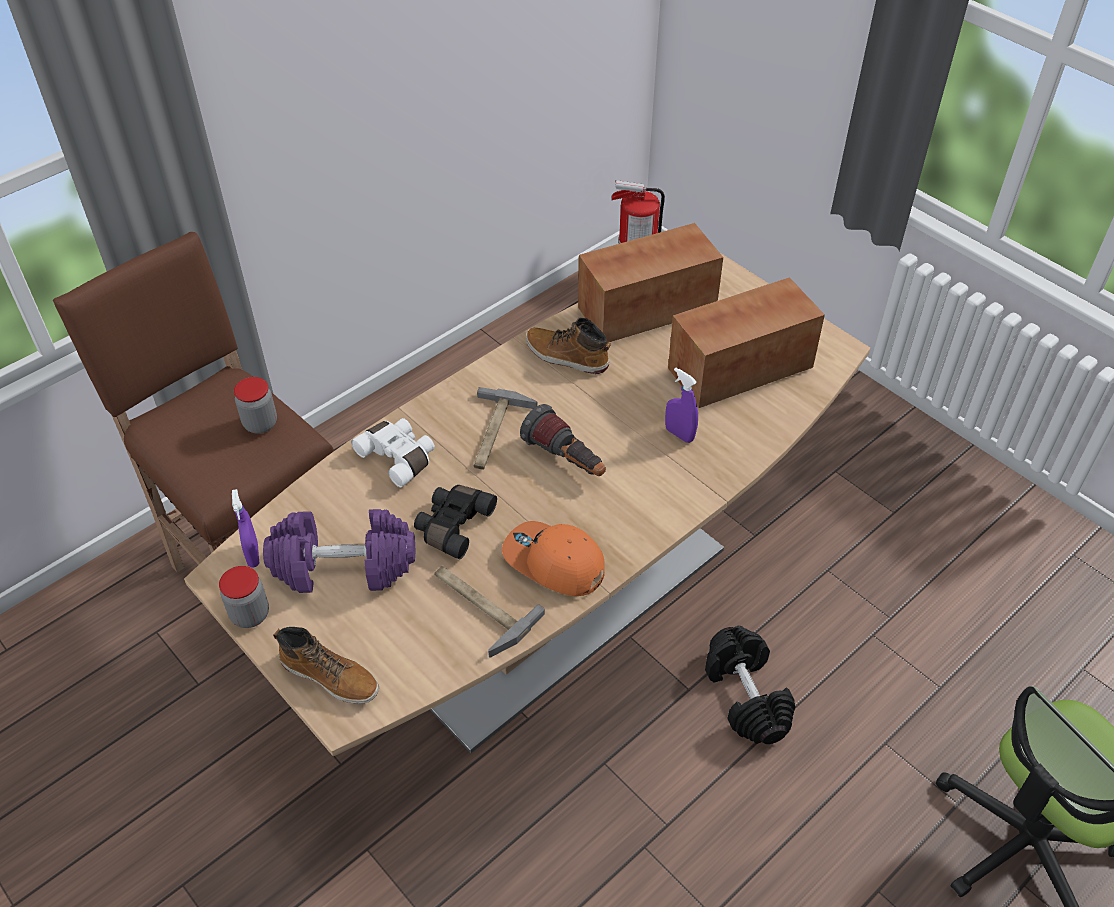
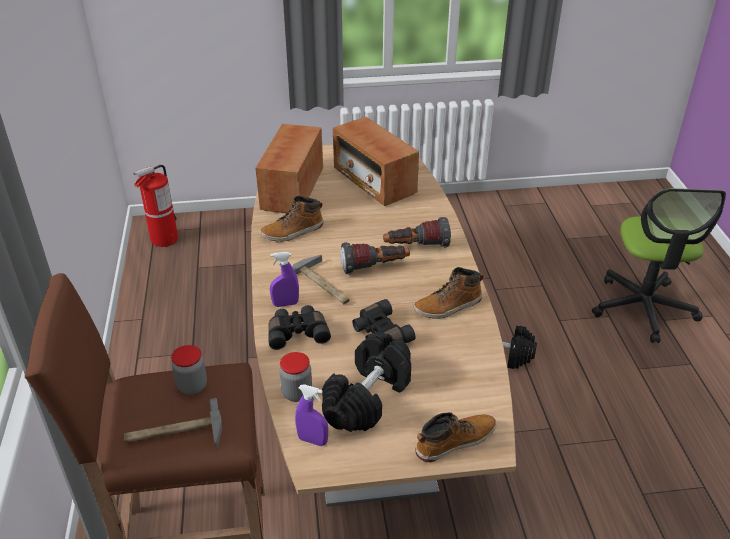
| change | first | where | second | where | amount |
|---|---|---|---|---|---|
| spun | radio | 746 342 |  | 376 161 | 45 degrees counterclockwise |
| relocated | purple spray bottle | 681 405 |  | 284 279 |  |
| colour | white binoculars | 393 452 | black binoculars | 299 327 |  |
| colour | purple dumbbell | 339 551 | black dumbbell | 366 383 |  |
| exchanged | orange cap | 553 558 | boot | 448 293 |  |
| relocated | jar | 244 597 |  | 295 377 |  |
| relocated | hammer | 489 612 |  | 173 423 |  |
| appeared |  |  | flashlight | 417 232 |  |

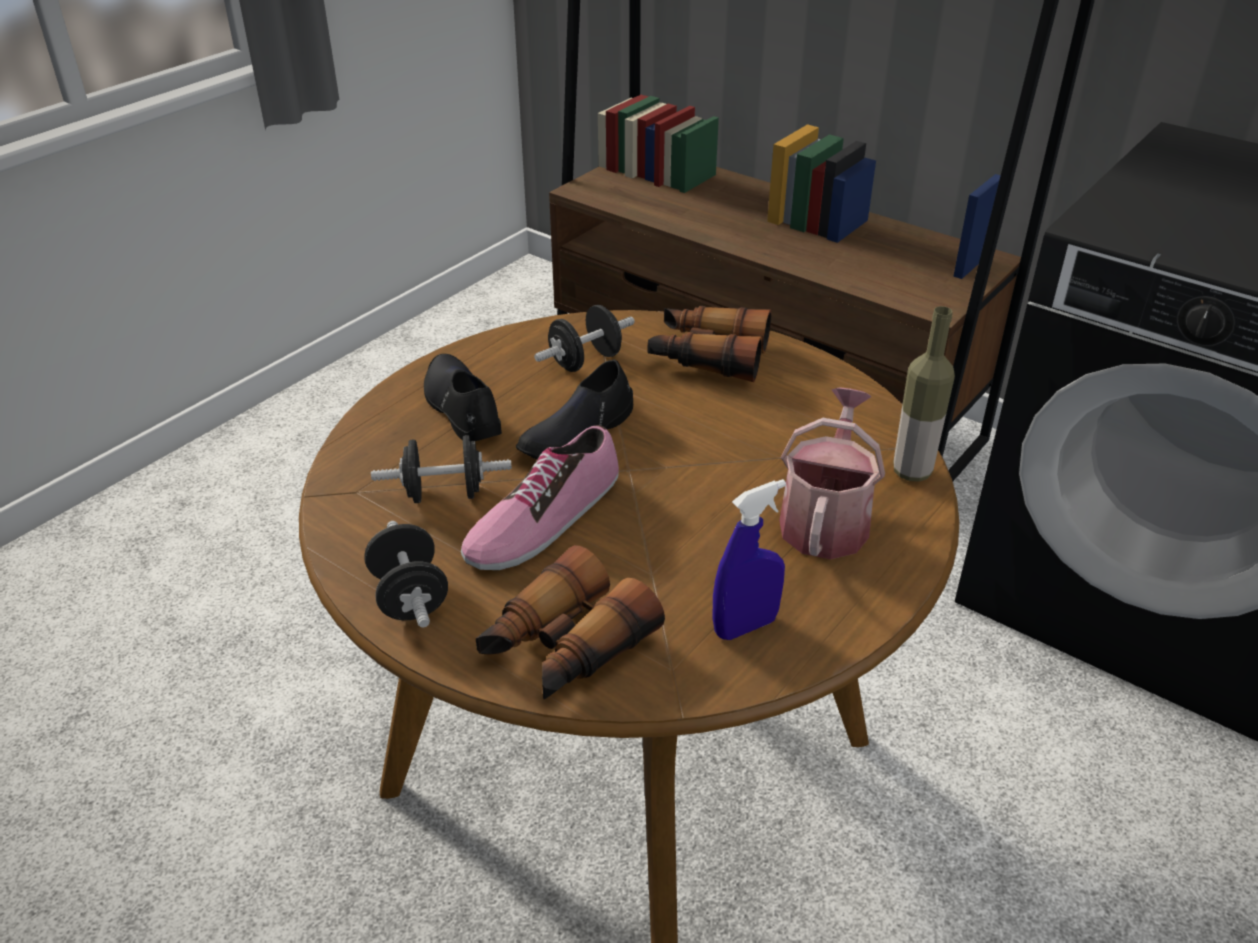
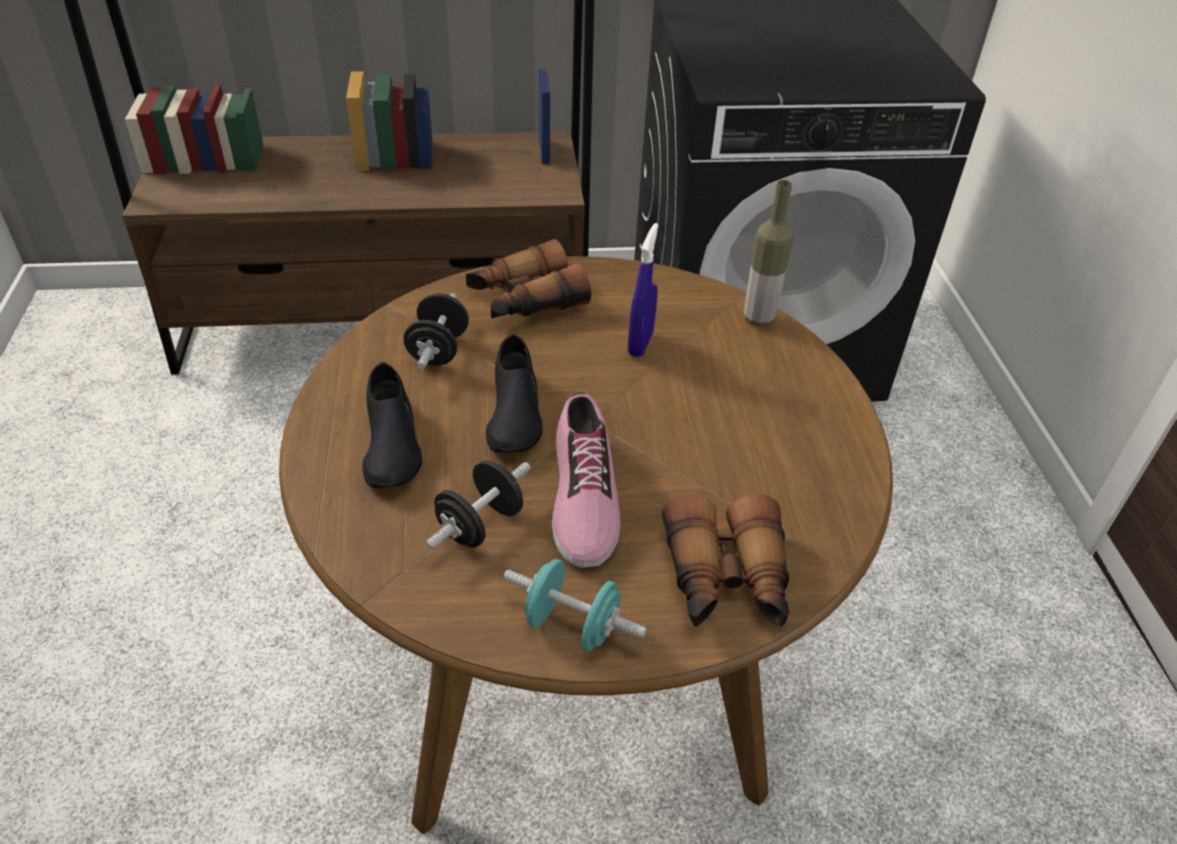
| change | first | where | second | where | amount |
|---|---|---|---|---|---|
| spun | black shoe | 463 398 |  | 392 425 | 120 degrees counterclockwise |
| missing | watering can | 832 473 |  |  |  |
| relocated | blue spray bottle | 749 559 |  | 643 290 |  |
| colour | black dumbbell | 406 574 | turquoise dumbbell | 575 605 |  |

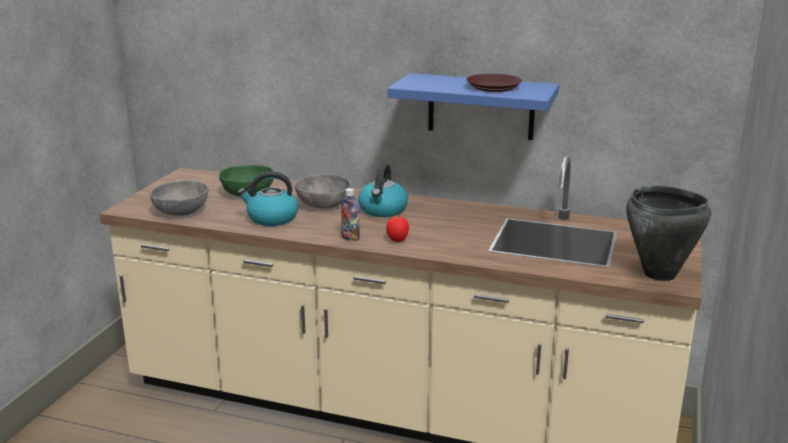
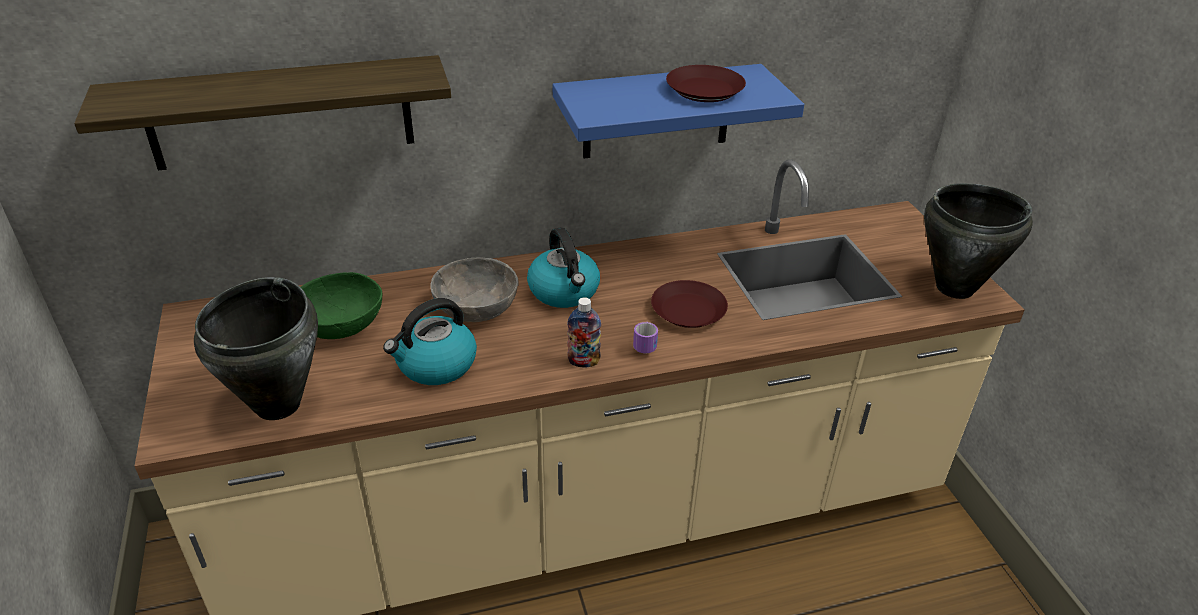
| change | first | where | second | where | amount |
|---|---|---|---|---|---|
| exchanged | grey bowl | 179 198 | black cooking pot | 256 348 |  |
| exchanged | tomato | 397 229 | mug | 645 337 |  |
| appeared |  |  | shelf | 262 112 |  |
| appeared |  |  | brown plate | 689 304 |  |

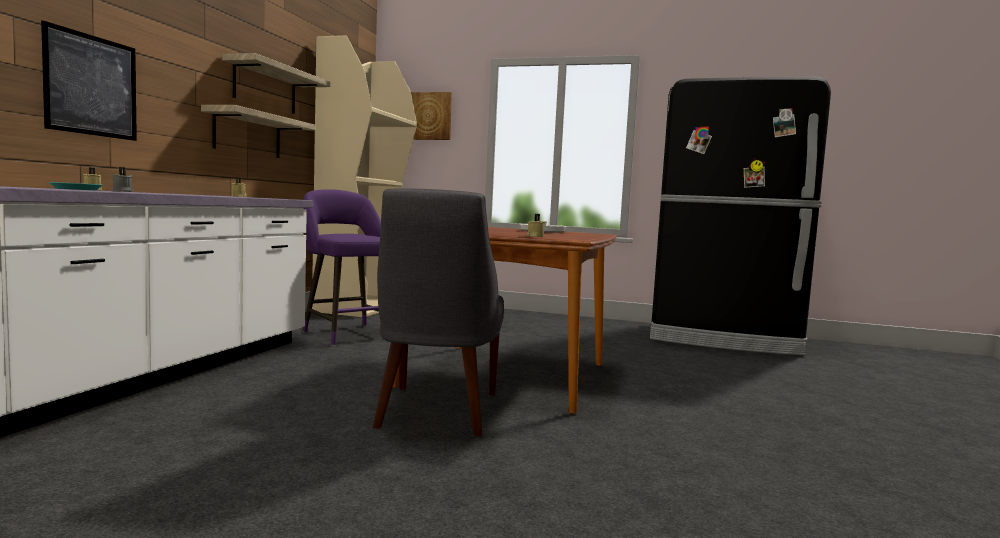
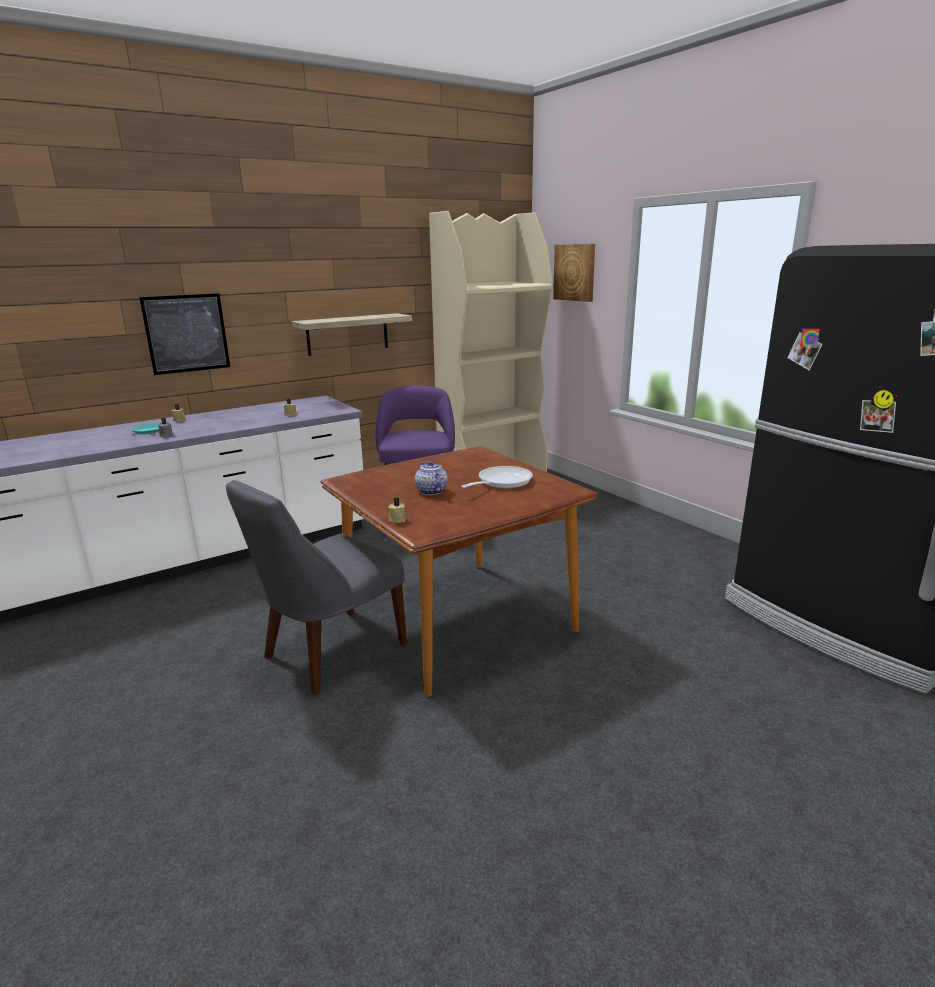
| change | first | where | second | where | amount |
|---|---|---|---|---|---|
| missing | shelf | 276 83 |  |  |  |
| appeared |  |  | teapot | 431 478 |  |

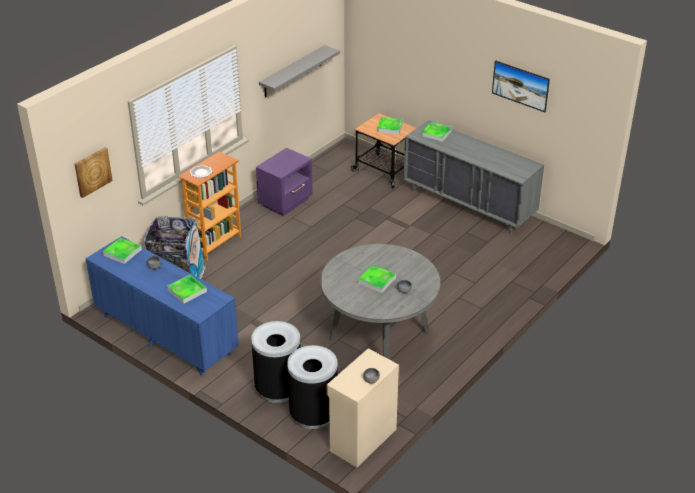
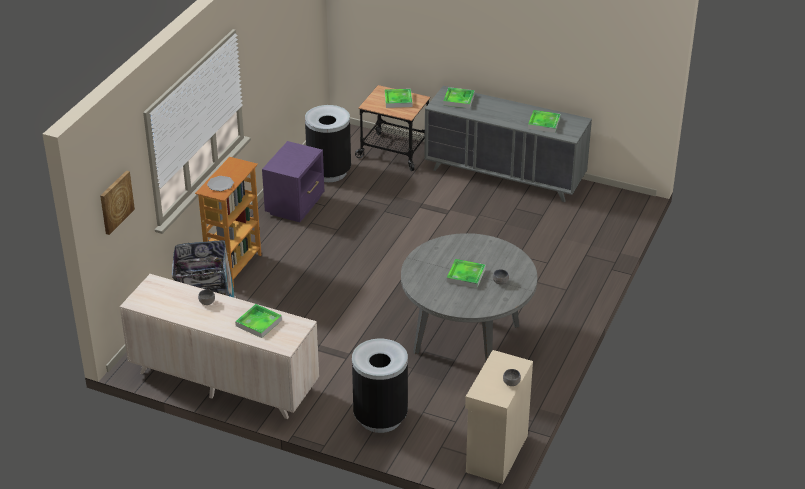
| change | first | where | second | where | amount |
|---|---|---|---|---|---|
| missing | grey shelf | 299 71 |  |  |  |
| missing | picture | 521 86 |  |  |  |
| colour | blue dresser | 162 306 | beige dresser | 219 346 |  |
| relocated | tray | 122 250 |  | 544 121 |  |
| relocated | black trash can | 312 387 |  | 328 143 |  |

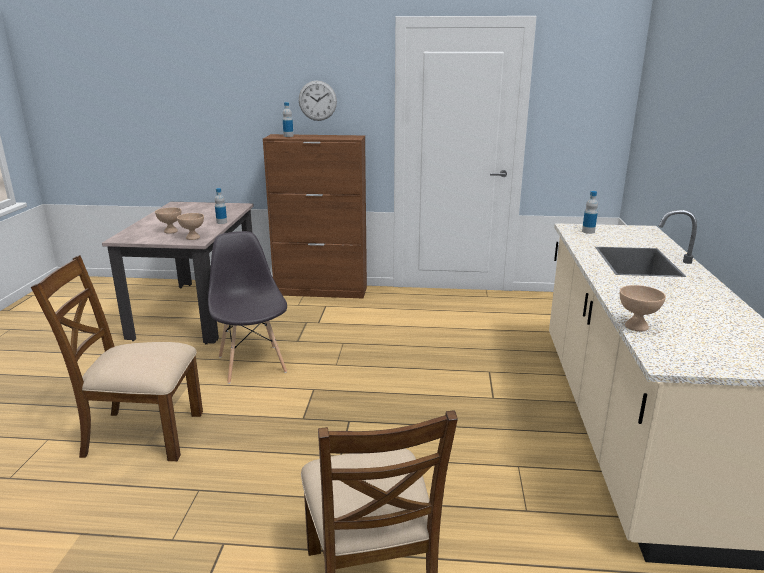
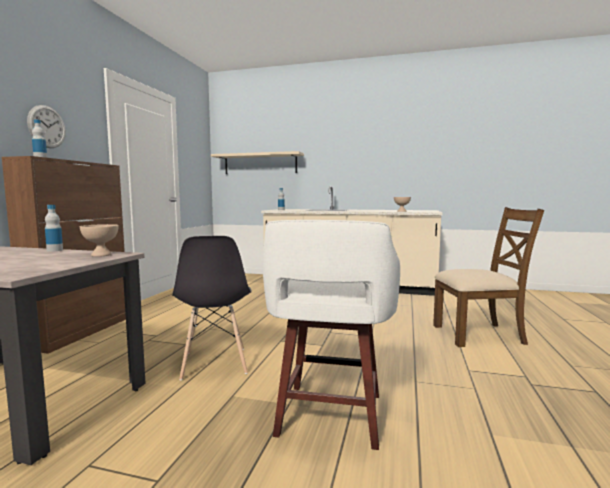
| change | first | where | second | where | amount |
|---|---|---|---|---|---|
| missing | beige bowl | 168 221 |  |  |  |
| spun | grey chair | 247 307 |  | 212 308 | 90 degrees counterclockwise |
| exchanged | brown chair | 117 358 | white stool | 331 335 |  |
| appeared |  |  | beige shelf | 257 162 |  |

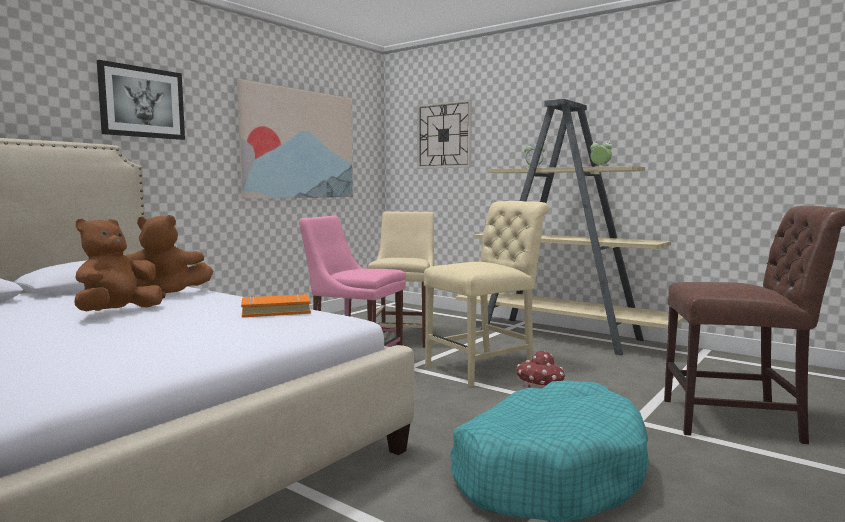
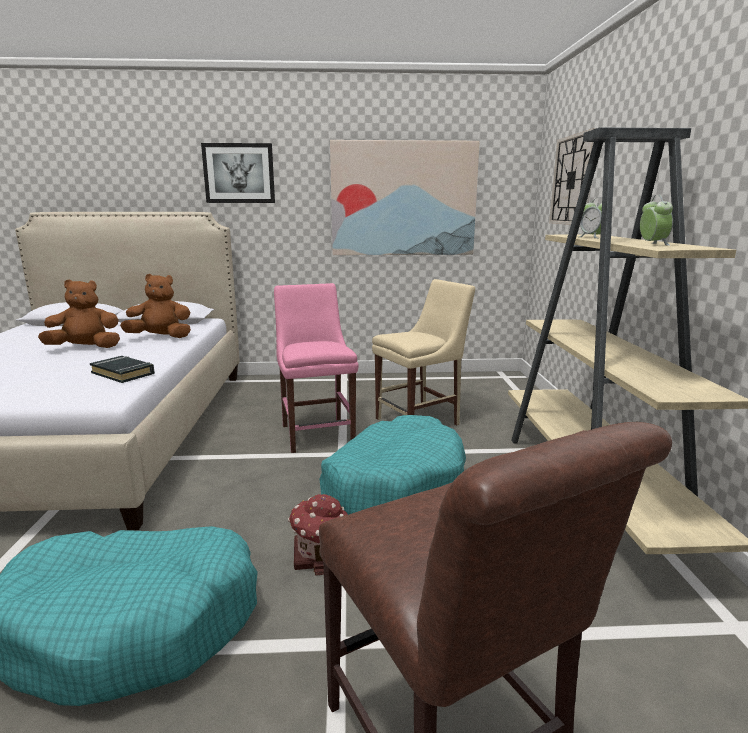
| change | first | where | second | where | amount |
|---|---|---|---|---|---|
| exchanged | beige chair | 486 294 | turquoise dog bed | 393 465 |  |
| spun | brown plush toy | 169 257 |  | 155 306 | 135 degrees clockwise |
| colour | orange book | 276 306 | black book | 122 369 |  |

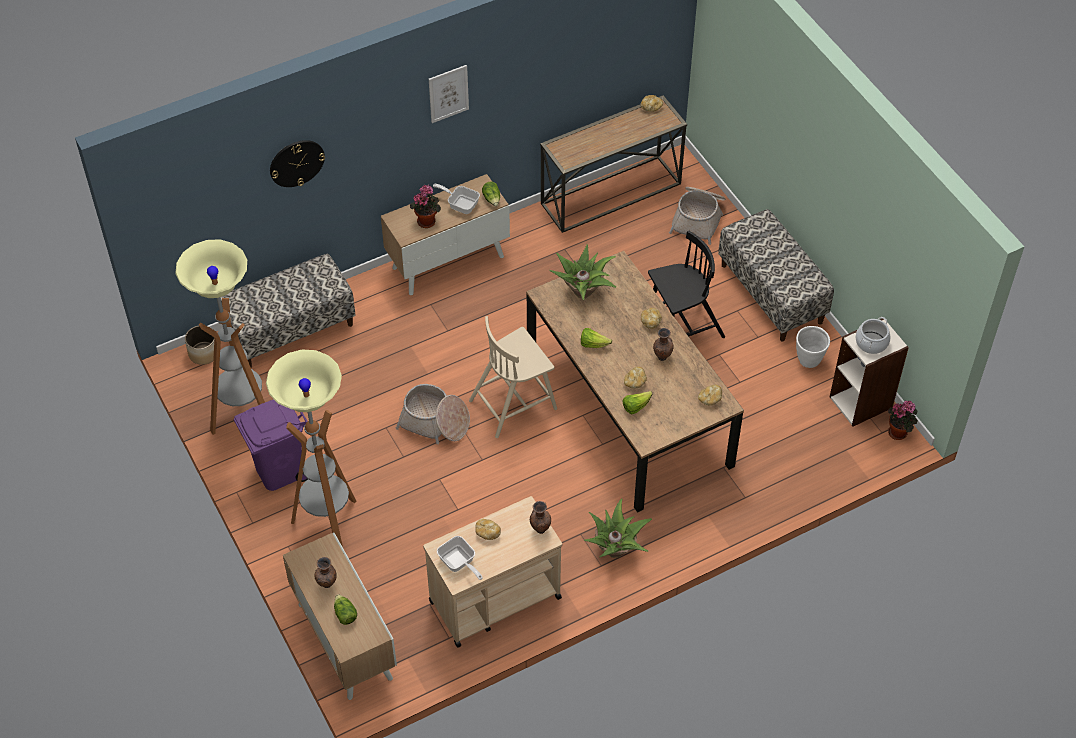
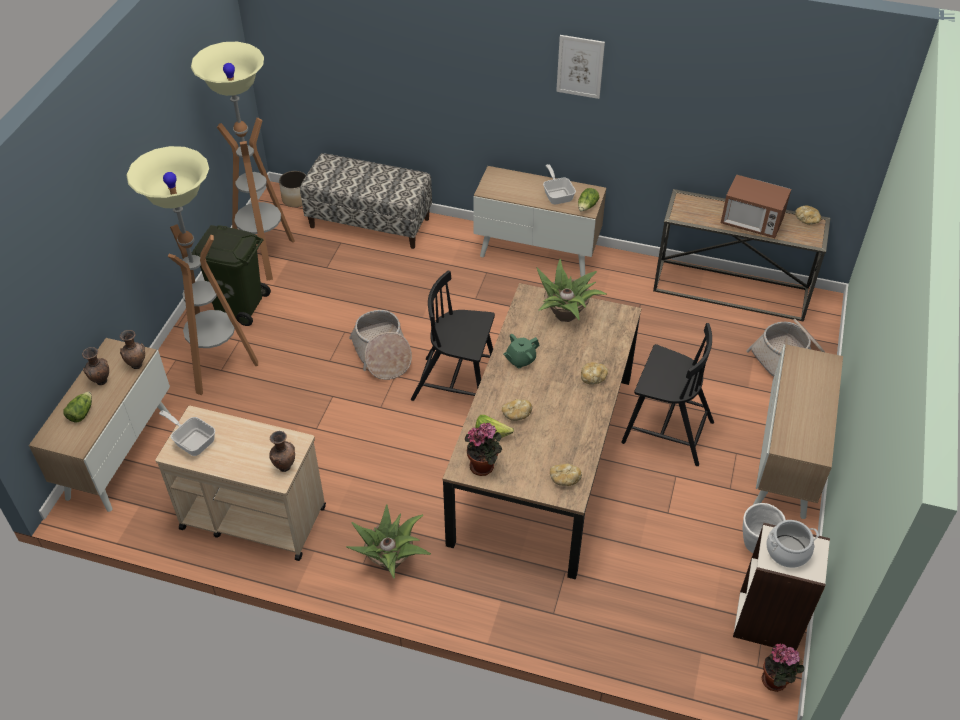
| change | first | where | second | where | amount |
|---|---|---|---|---|---|
| missing | wall clock | 297 163 |  |  |  |
| relocated | potted plant | 425 206 |  | 483 449 |  |
| exchanged | bench | 776 275 | cabinet | 798 431 |  |
| colour | beige chair | 513 377 | black chair | 453 335 |  |
| exchanged | lettuce | 596 338 | green teapot | 521 351 |  |
| relocated | brown vase | 663 344 |  | 132 349 |  |
| colour | purple trash can | 271 445 | green trash can | 231 275 |  |
| missing | bread | 488 529 |  |  |  |
| spun | frying pan | 460 558 |  | 187 433 | 120 degrees clockwise |
| appeared |  |  | microwave | 756 206 |  |

